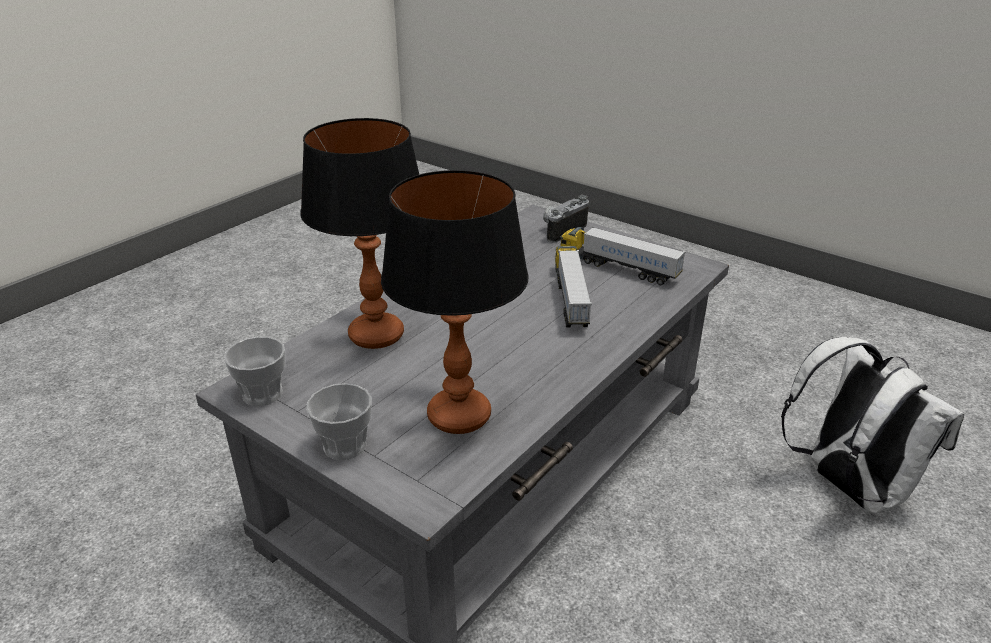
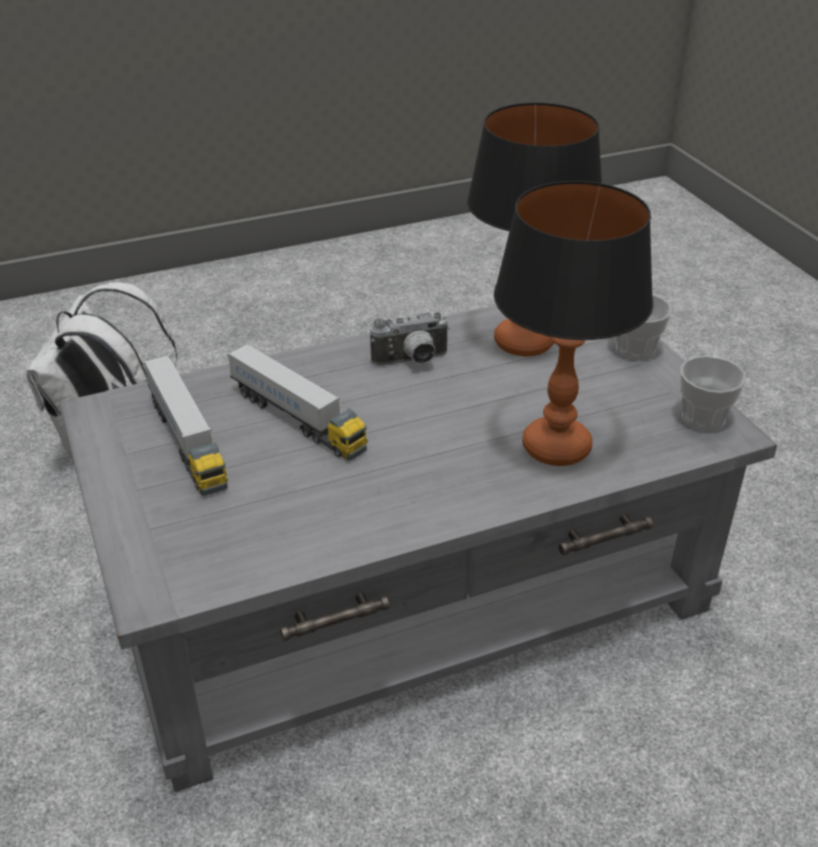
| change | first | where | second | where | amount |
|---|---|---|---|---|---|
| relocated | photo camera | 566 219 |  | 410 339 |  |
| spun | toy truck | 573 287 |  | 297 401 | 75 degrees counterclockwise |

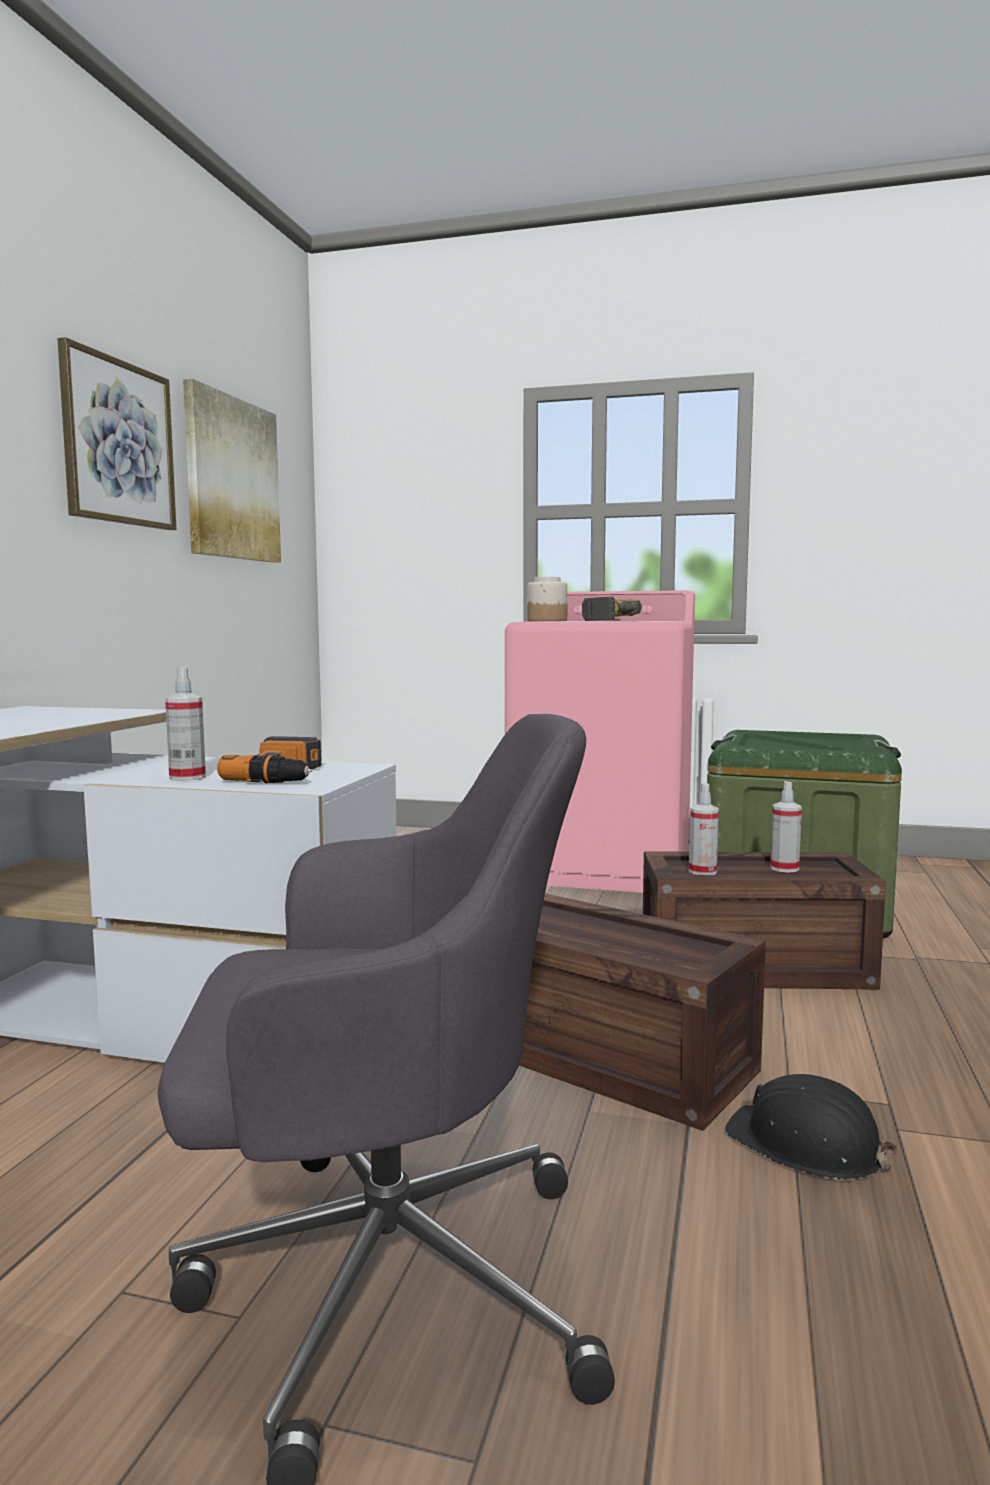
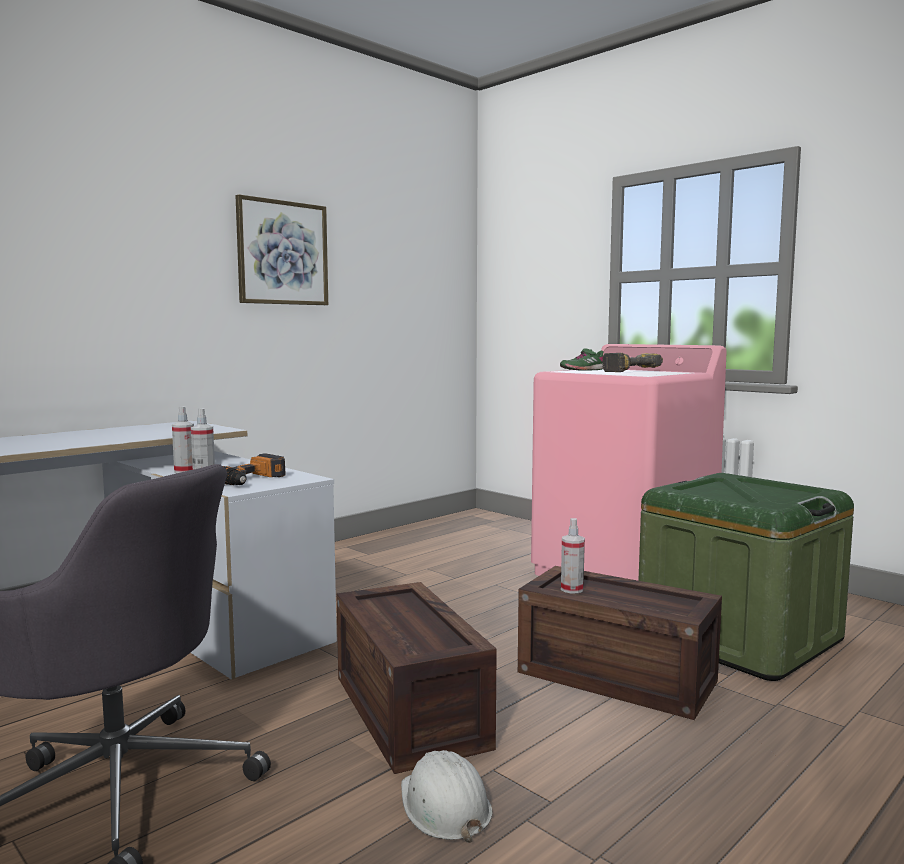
| change | first | where | second | where | amount |
|---|---|---|---|---|---|
| missing | picture | 232 471 |  |  |  |
| exchanged | jar | 548 598 | green shoe | 582 359 |  |
| relocated | spray bottle | 786 827 |  | 183 439 |  |
| colour | black hard hat | 811 1127 | white hard hat | 446 796 |  |

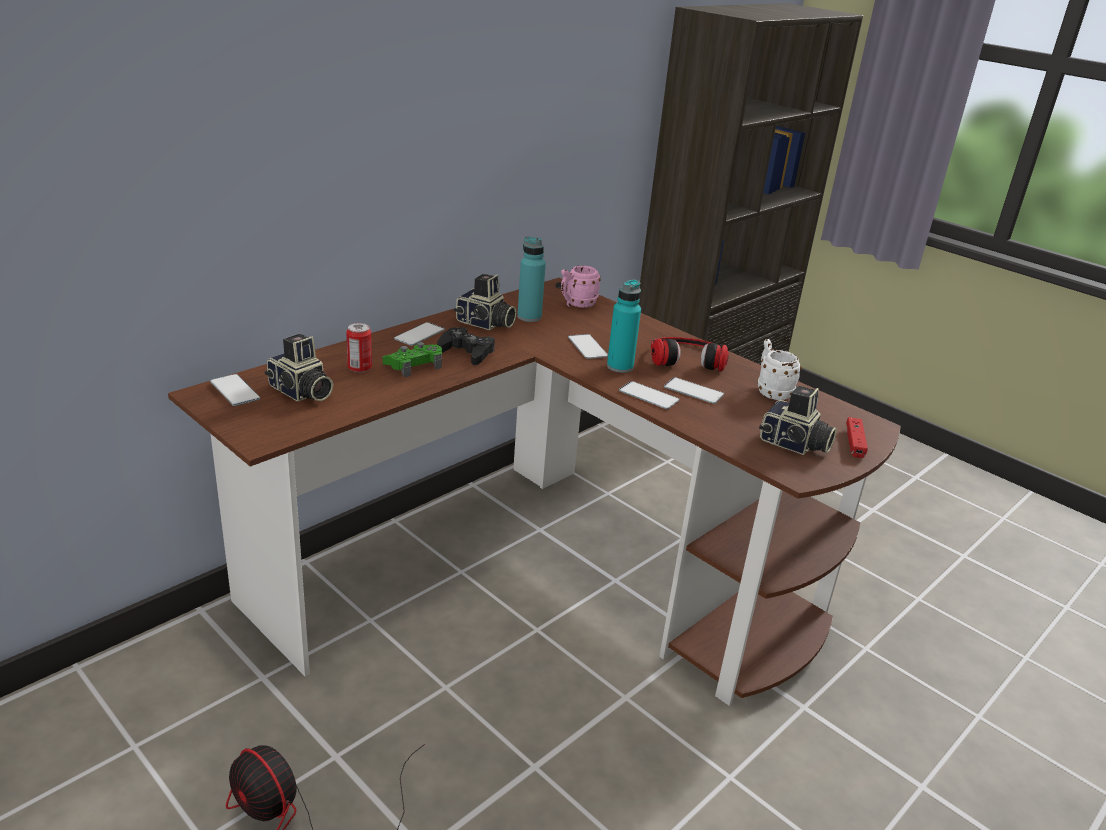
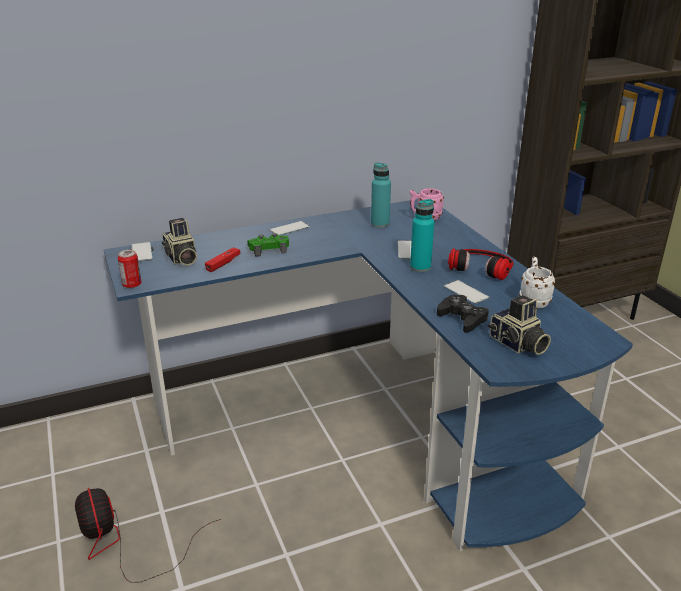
| change | first | where | second | where | amount |
|---|---|---|---|---|---|
| missing | photo camera | 485 302 |  |  |  |
| colour | brown desk | 534 491 | blue desk | 368 375 |  |
| relocated | can | 359 348 |  | 130 269 |  |
| relocated | black game controller | 466 346 |  | 463 313 |  |
| missing | phone | 649 395 |  |  |  |
| relocated | red game controller | 857 437 |  | 223 260 |  |

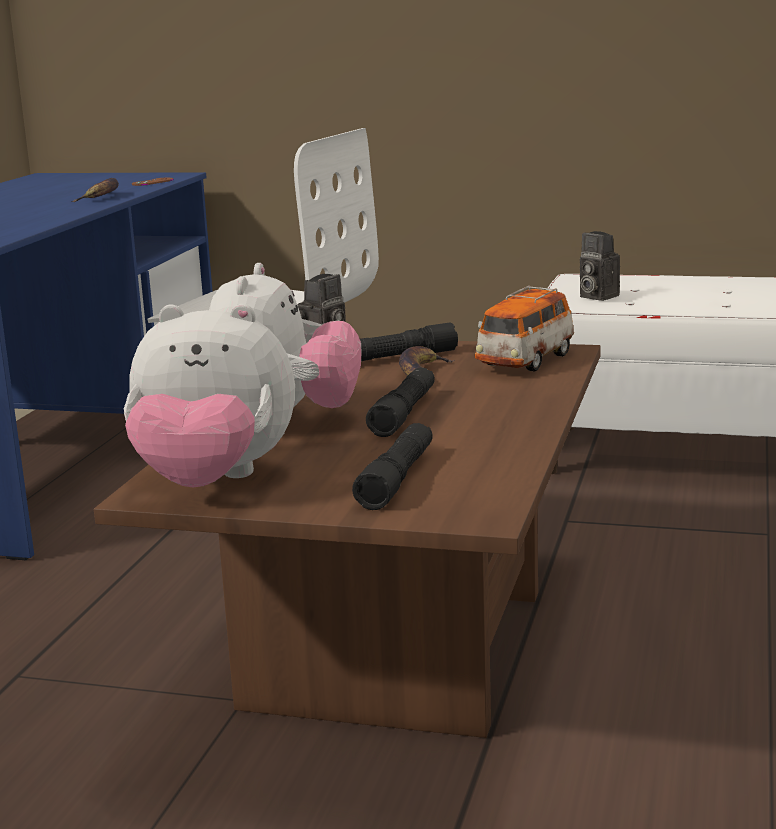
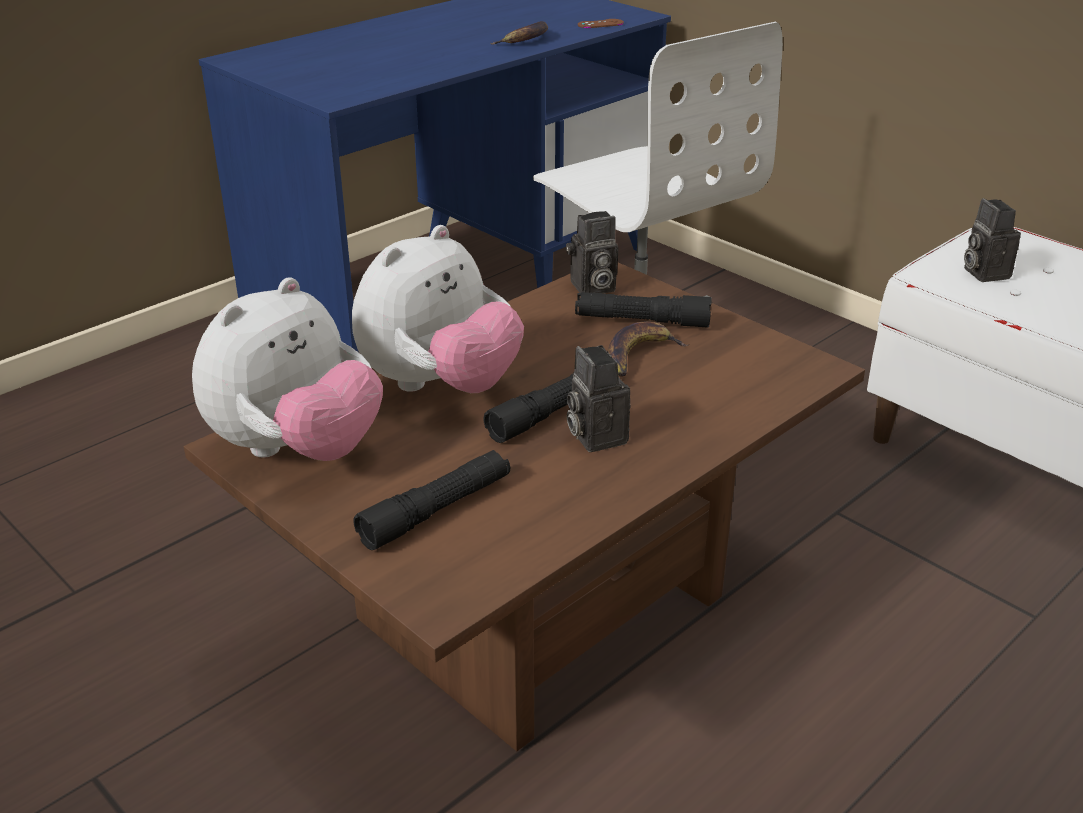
| change | first | where | second | where | amount |
|---|---|---|---|---|---|
| missing | toy car | 524 329 |  |  |  |
| spun | plush toy | 209 396 |  | 287 369 | 90 degrees counterclockwise |
| appeared |  |  | photo camera | 598 398 |  |

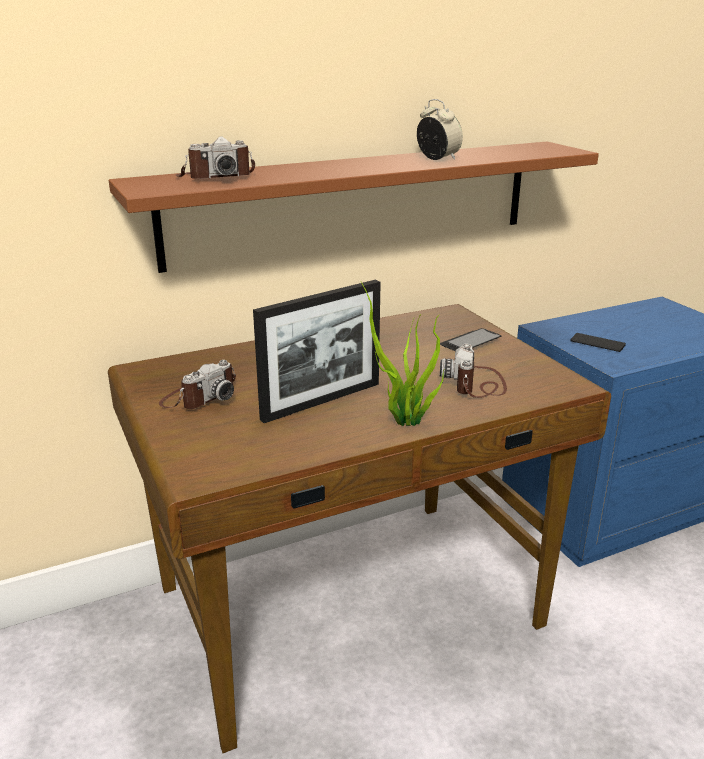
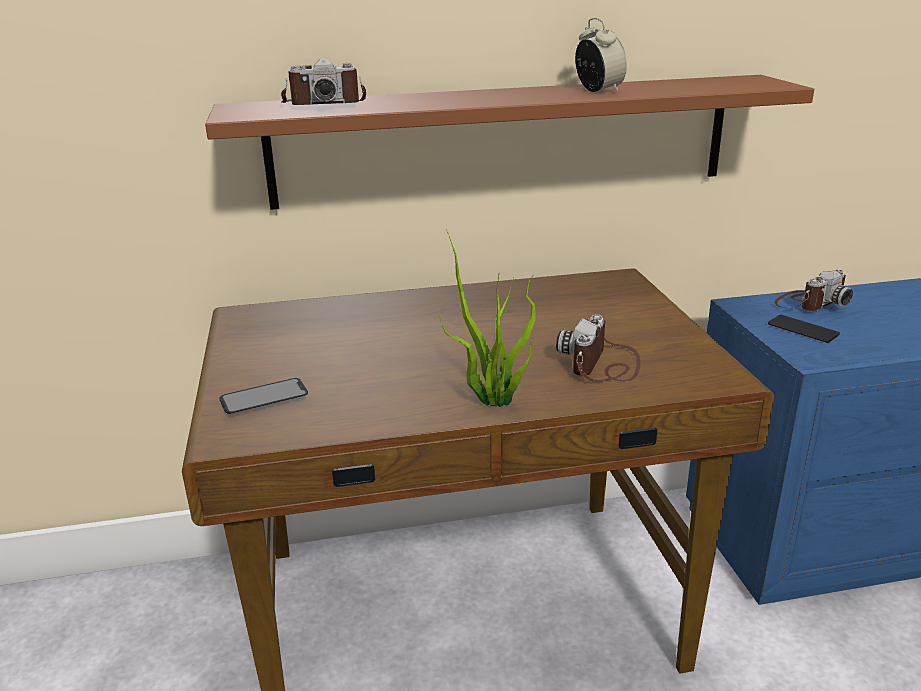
| change | first | where | second | where | amount |
|---|---|---|---|---|---|
| missing | picture frame | 317 351 |  |  |  |
| relocated | phone | 470 339 |  | 263 396 |  |
| relocated | photo camera | 197 384 |  | 813 290 |  |

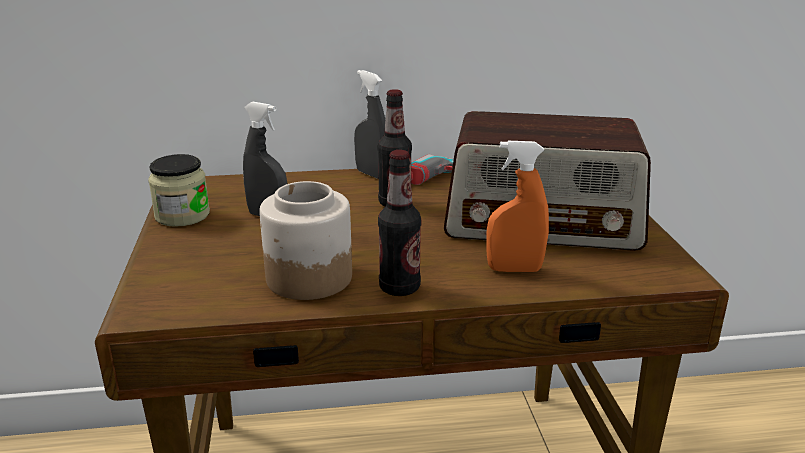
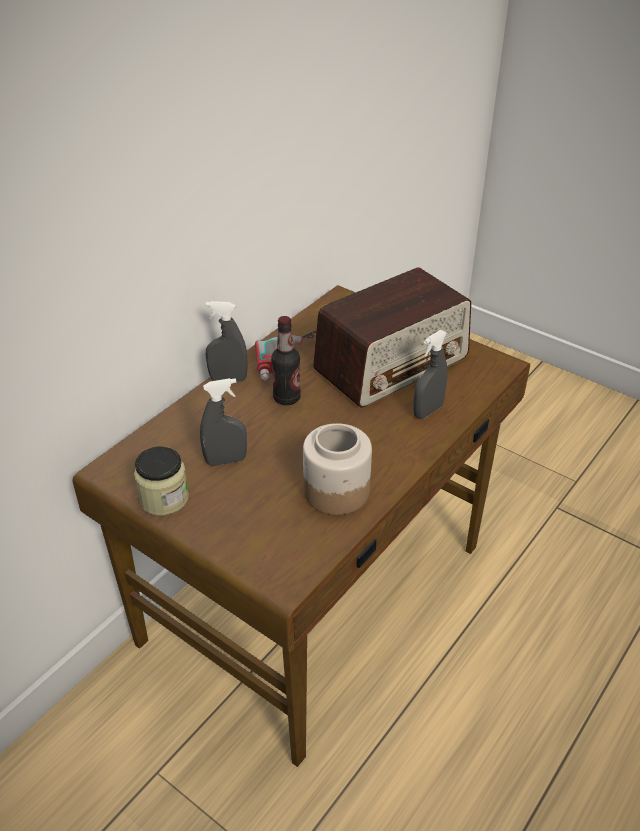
| change | first | where | second | where | amount |
|---|---|---|---|---|---|
| colour | orange spray bottle | 518 206 | grey spray bottle | 430 374 |  |
| missing | bottle | 399 223 |  |  |  |

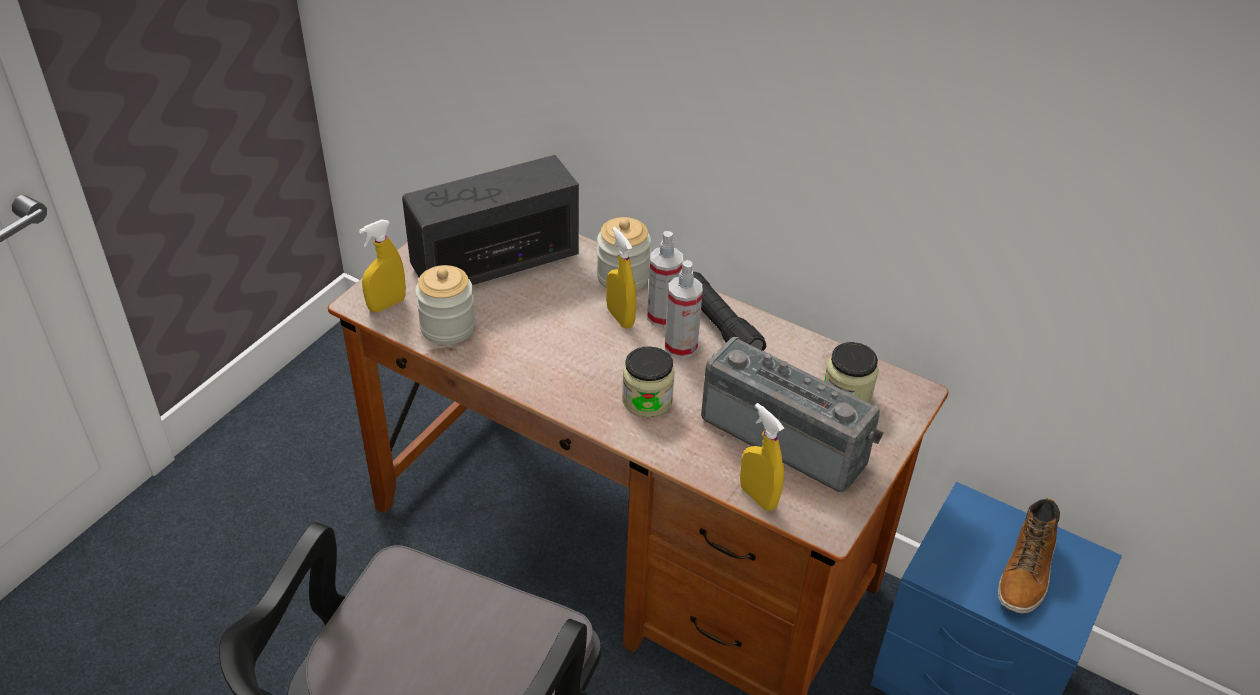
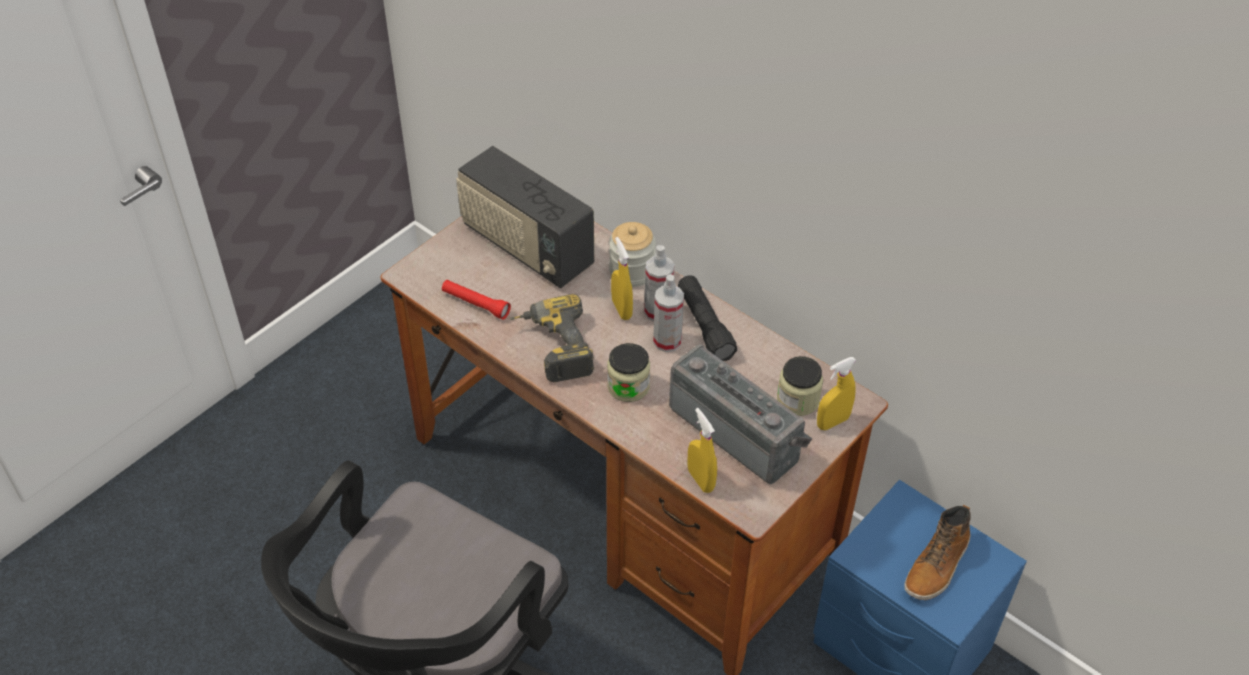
| change | first | where | second | where | amount |
|---|---|---|---|---|---|
| spun | radio | 490 220 |  | 525 217 | 120 degrees counterclockwise |
| relocated | yellow spray bottle | 382 265 |  | 836 393 |  |
| exchanged | jar | 445 305 | red flashlight | 476 300 |  |
| appeared |  |  | power drill | 552 338 |  |

